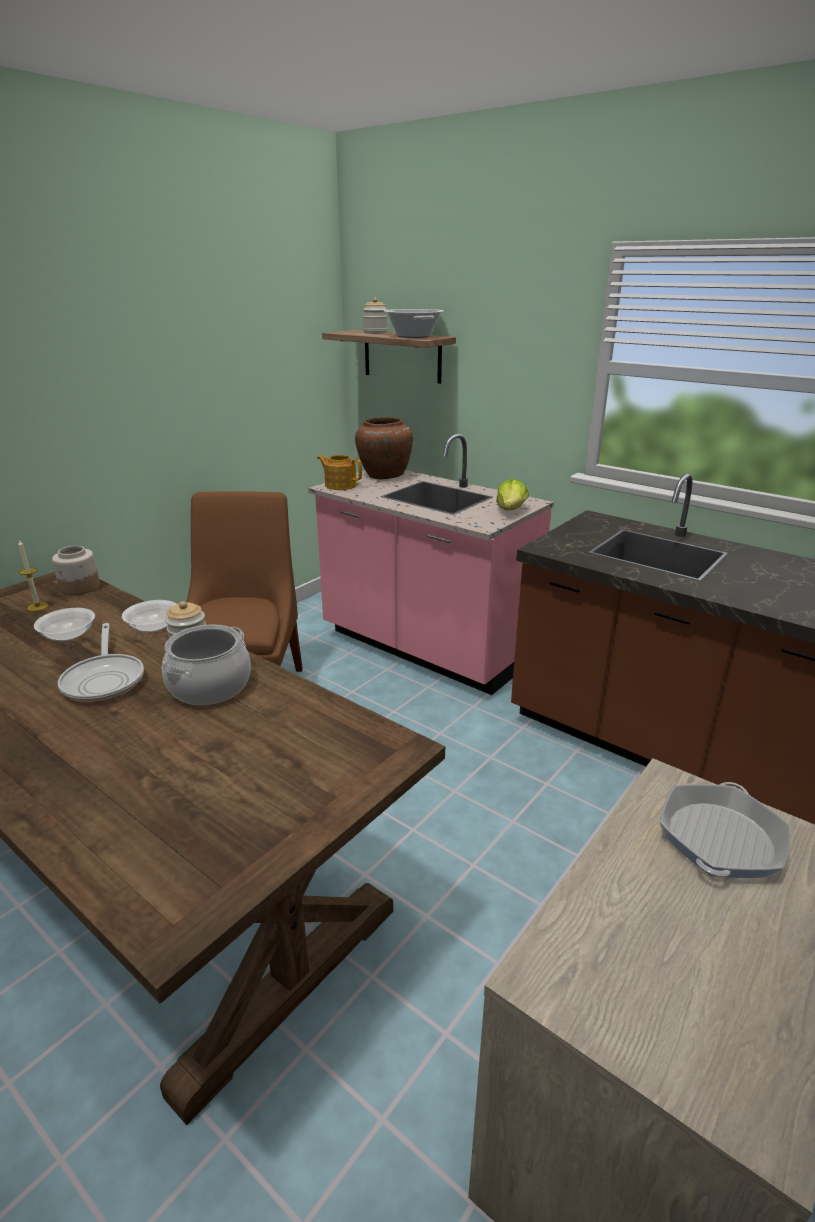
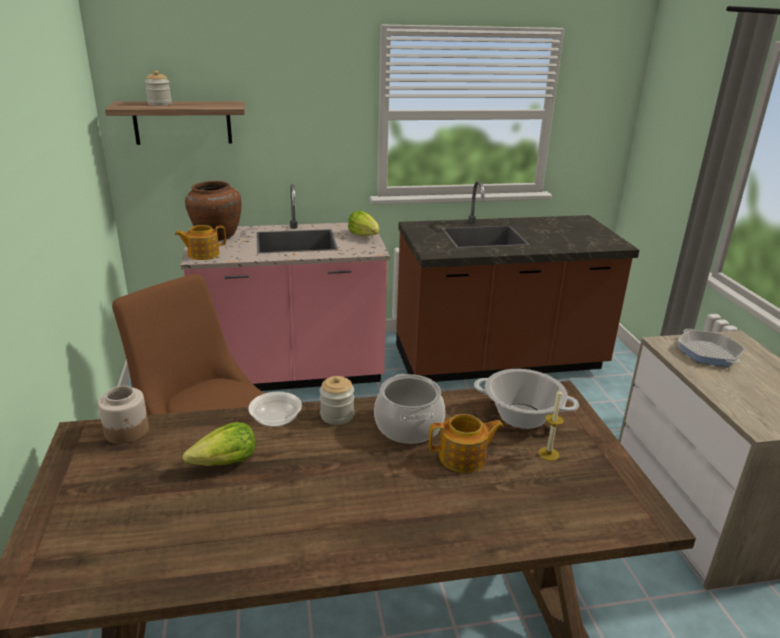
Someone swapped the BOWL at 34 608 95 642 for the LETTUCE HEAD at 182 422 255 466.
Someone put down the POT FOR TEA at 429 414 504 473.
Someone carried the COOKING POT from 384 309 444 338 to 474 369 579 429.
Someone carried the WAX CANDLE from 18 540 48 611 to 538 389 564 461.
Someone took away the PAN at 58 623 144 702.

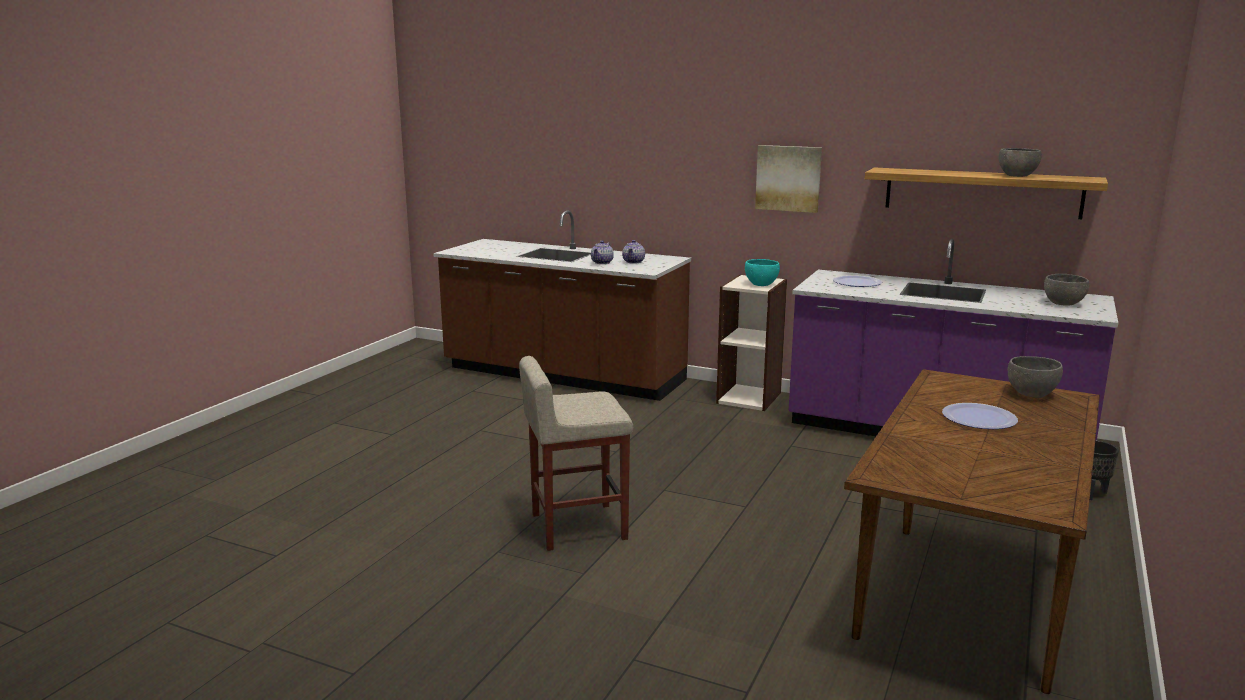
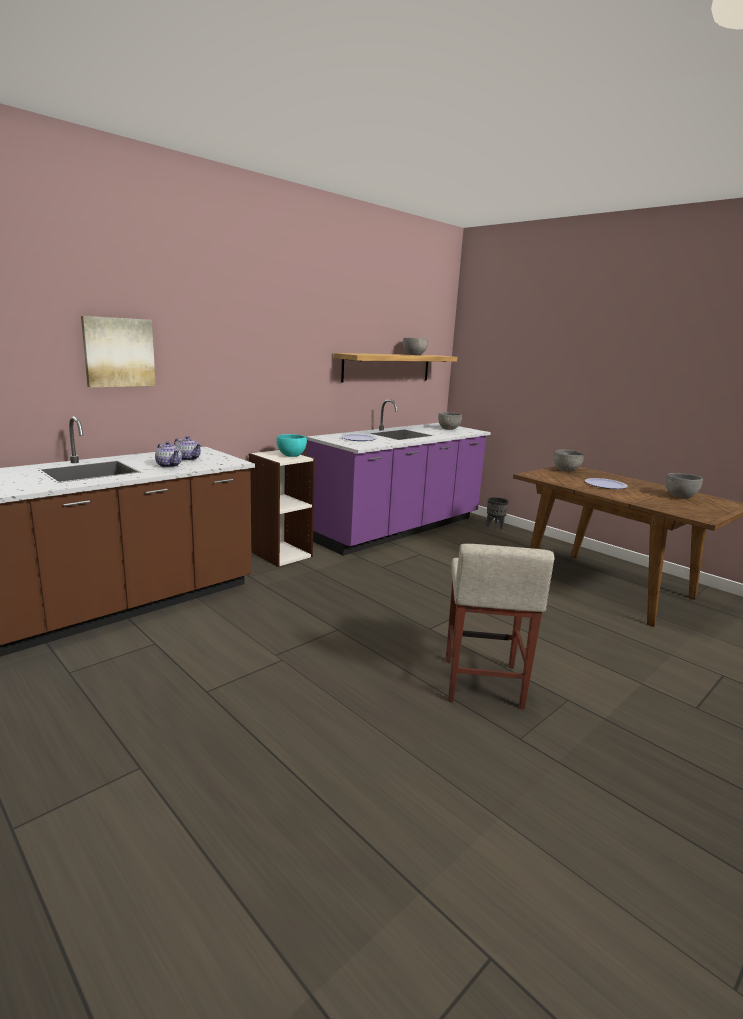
Someone carried the WALL ART from 755 145 822 213 to 81 316 156 387.
Someone put down the GREY BOWL at 666 473 703 499.

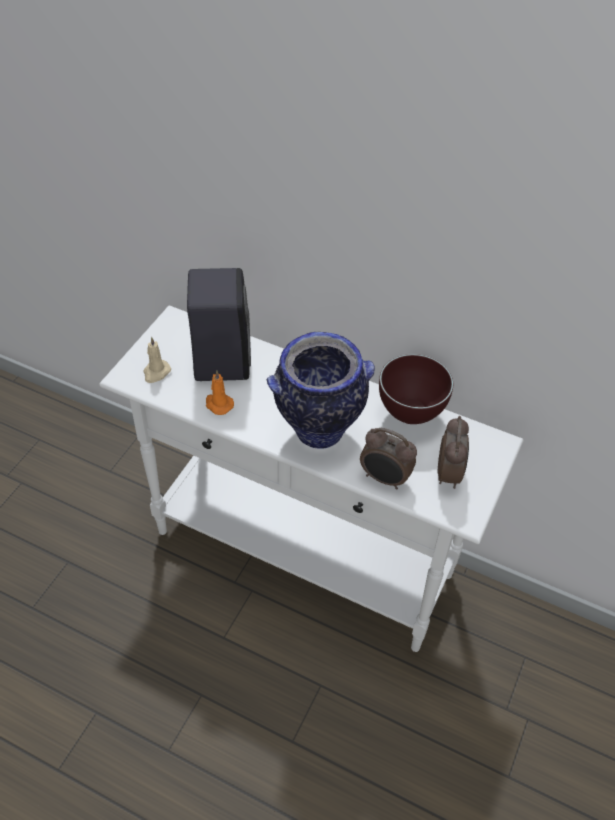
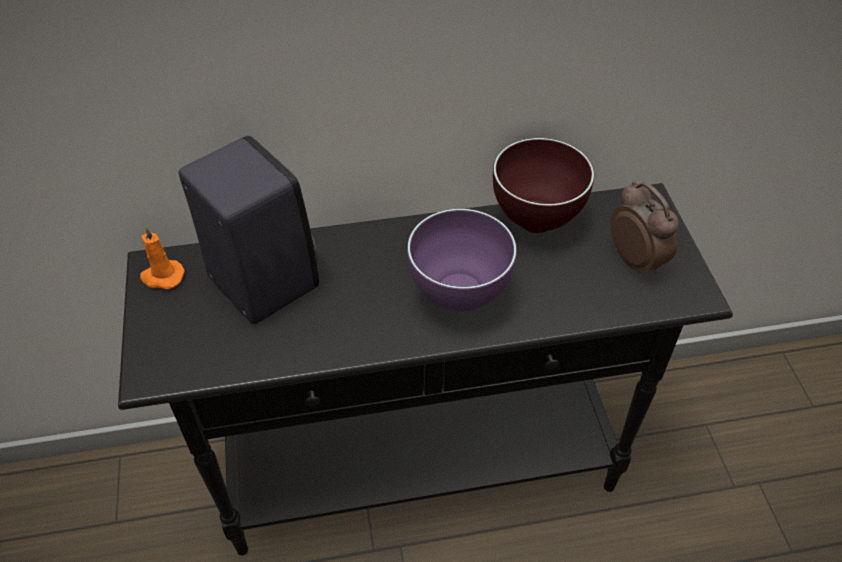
Someone repainted the WHITISH CONSOLE TABLE at 99 305 524 652, which became the BLACK CONSOLE TABLE at 118 183 733 555.
Someone carried the ORANGE-COLOURED WAX CANDLE from 206 370 234 415 to 140 226 185 289.
Someone swapped the DECORATIVE VASE at 267 332 375 449 for the PURPLISH BOWL at 407 209 517 311.
Someone took away the SAND-COLOURED WAX CANDLE at 143 337 171 383.
Someone took away the ALARM CLOCK at 360 428 417 489.

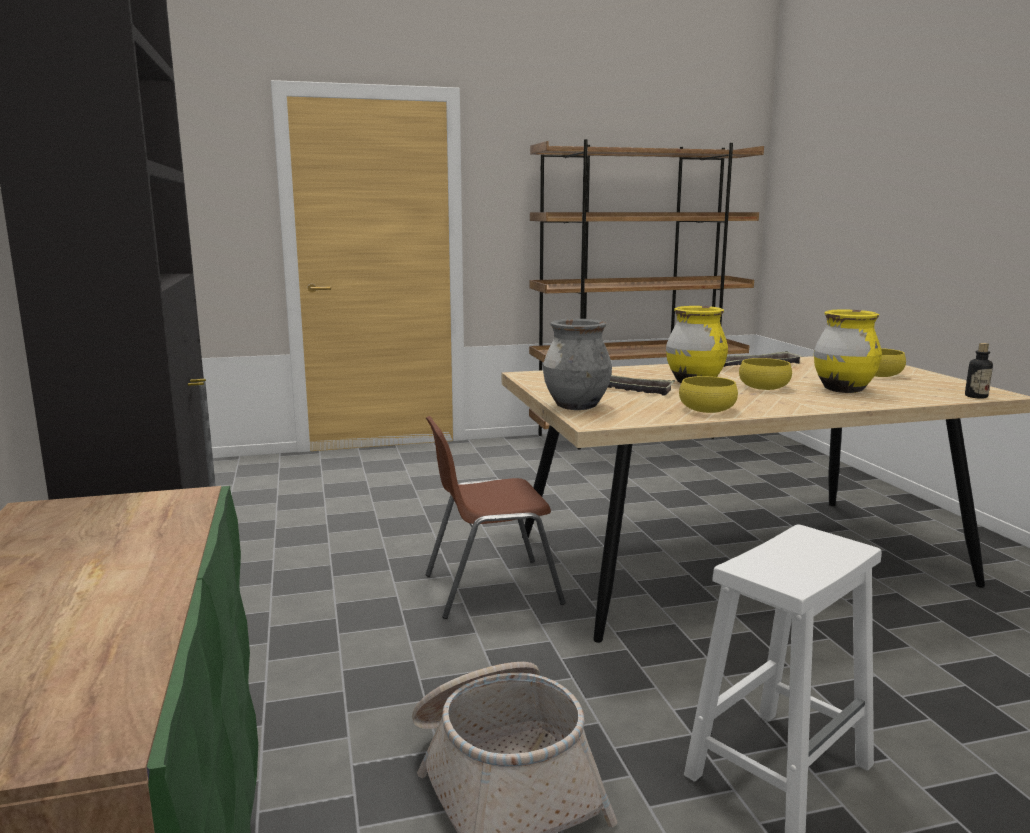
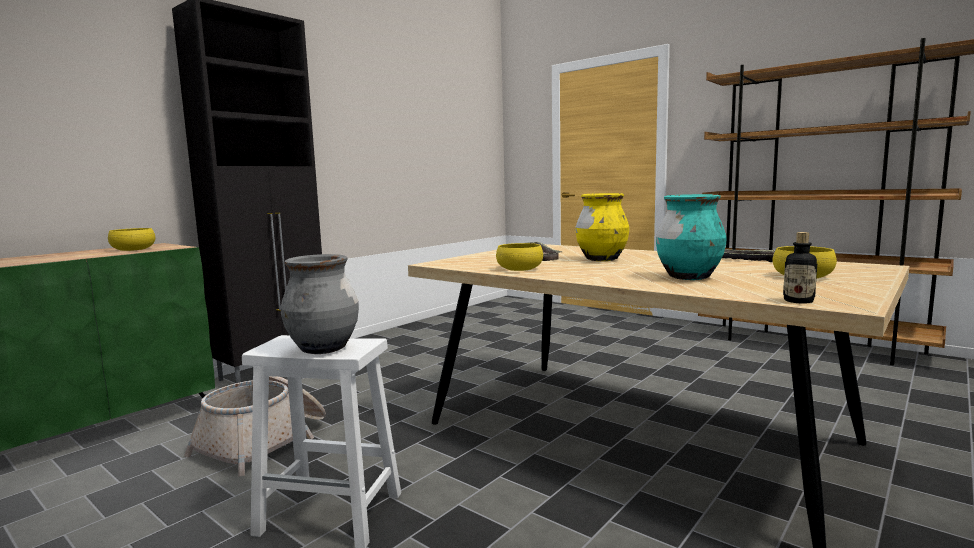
Someone carried the YELLOW-COLOURED BOWL from 739 358 792 390 to 108 228 155 251.
Someone carried the GREY DECORATIVE VASE from 543 319 612 410 to 280 254 359 354.
Someone repainted the YELLOW-COLOURED DECORATIVE VASE at 814 309 882 393, which became the TURQUOISE-COLOURED DECORATIVE VASE at 656 194 727 280.
Someone took away the BROWN PLAIN CHAIR at 425 416 565 619.

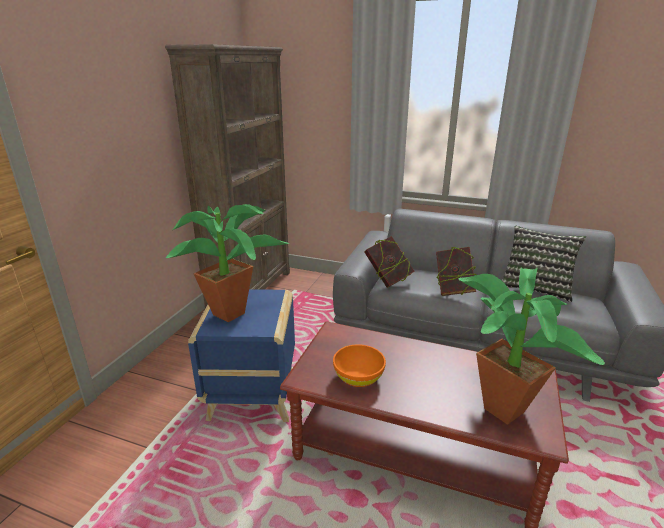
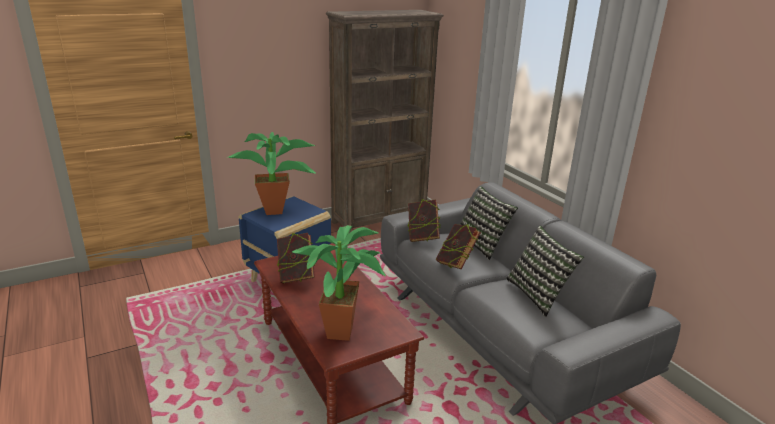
Someone swapped the ORANGE-COLOURED BOWL at 333 344 386 387 for the VOLUME at 277 233 315 284.
Someone put down the THROW PILLOW at 460 186 518 260.

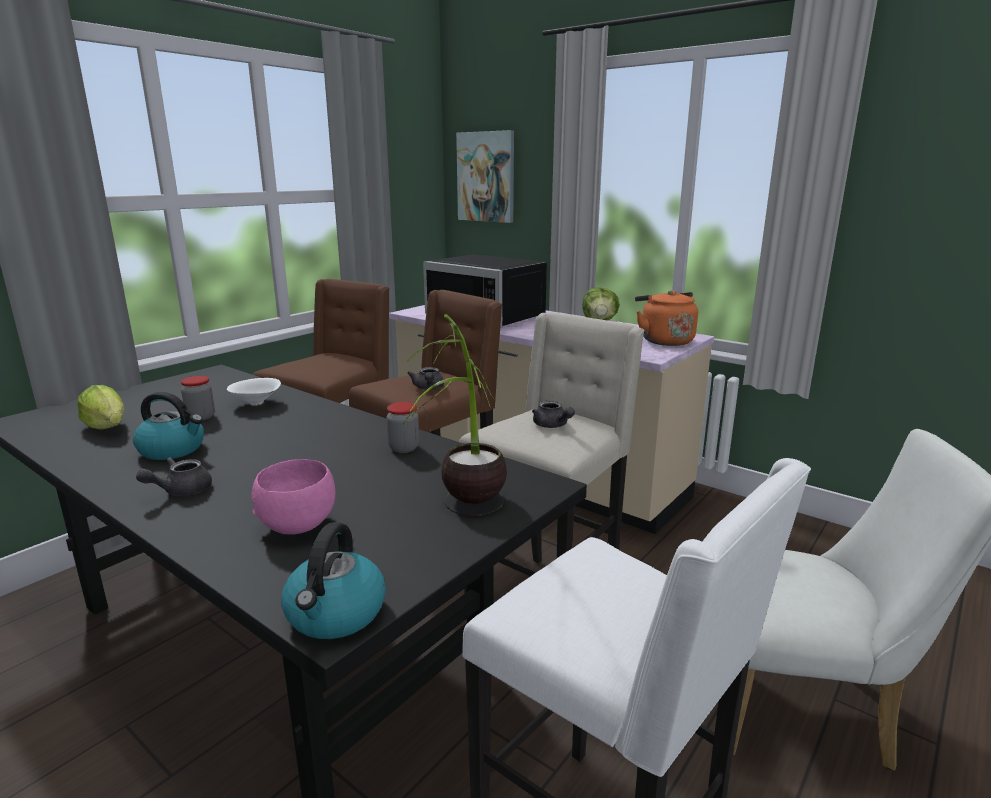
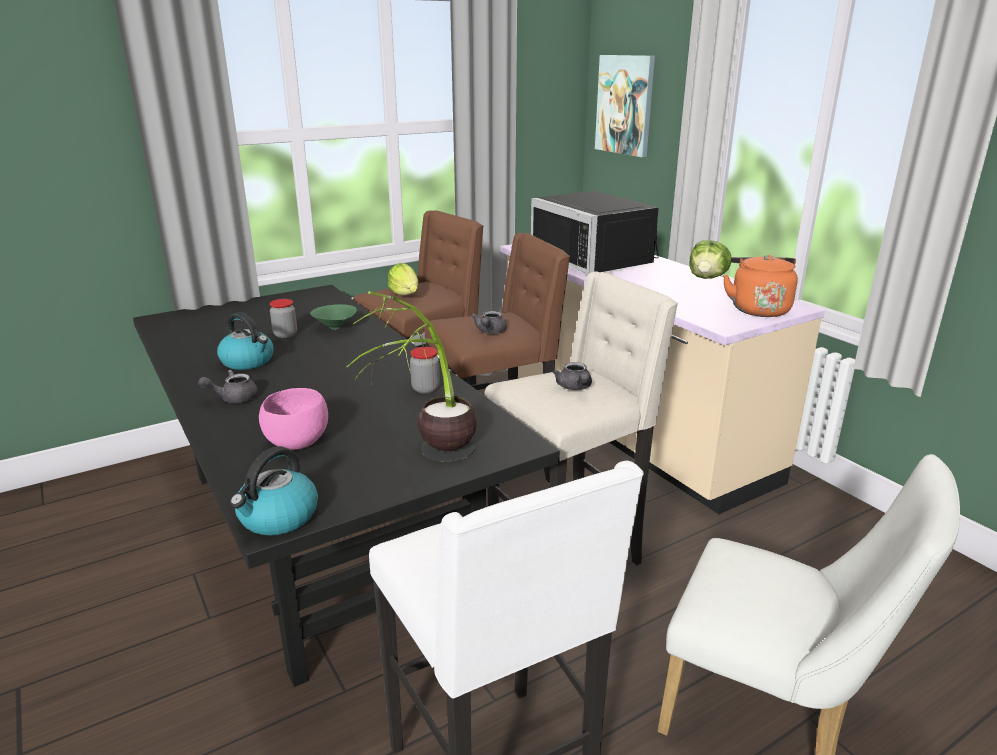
Someone repainted the WHITISH BOWL at 227 378 281 406, which became the GREEN BOWL at 310 304 357 330.
Someone carried the LETTUCE HEAD from 77 385 124 430 to 388 263 418 295.

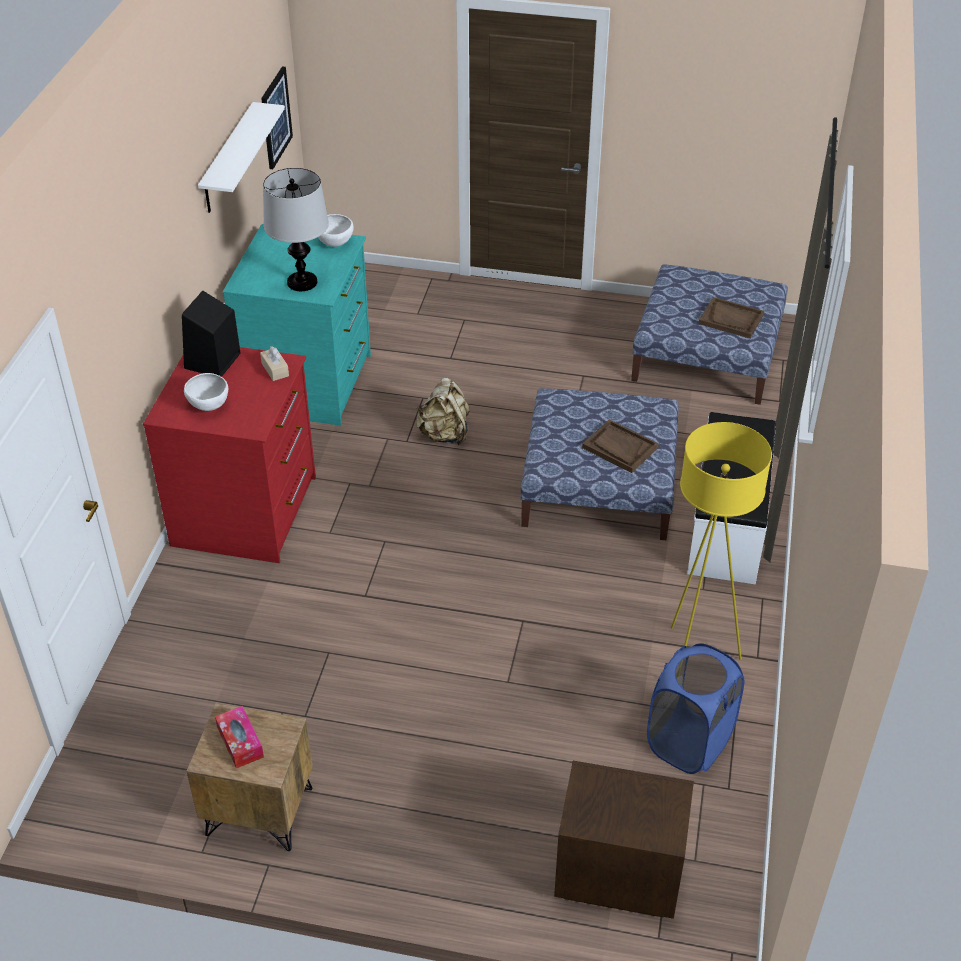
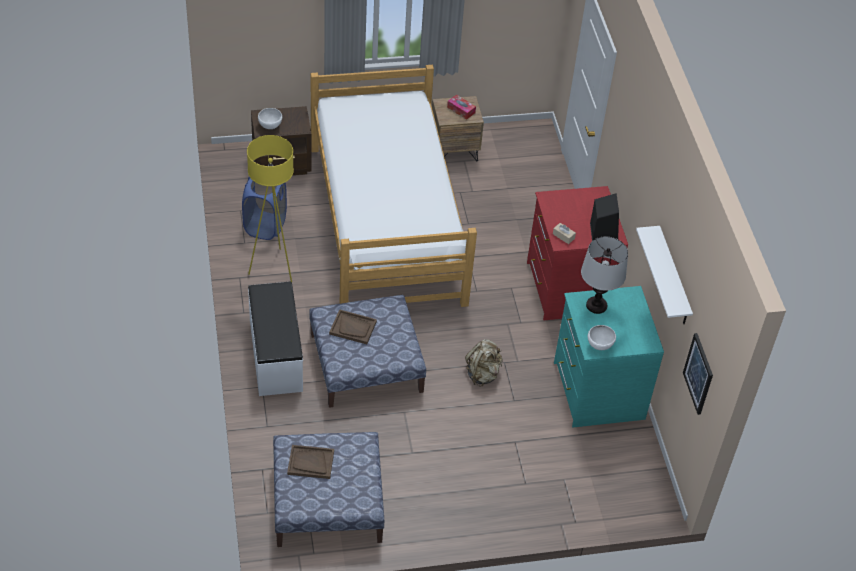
Someone carried the WHITISH BOWL from 184 373 228 411 to 258 108 282 129.
Someone put down the BED at 311 65 477 307.

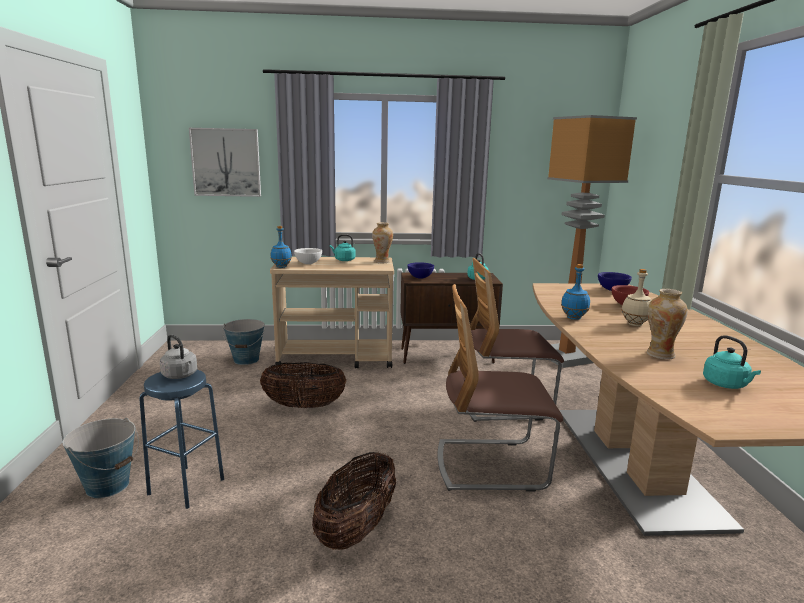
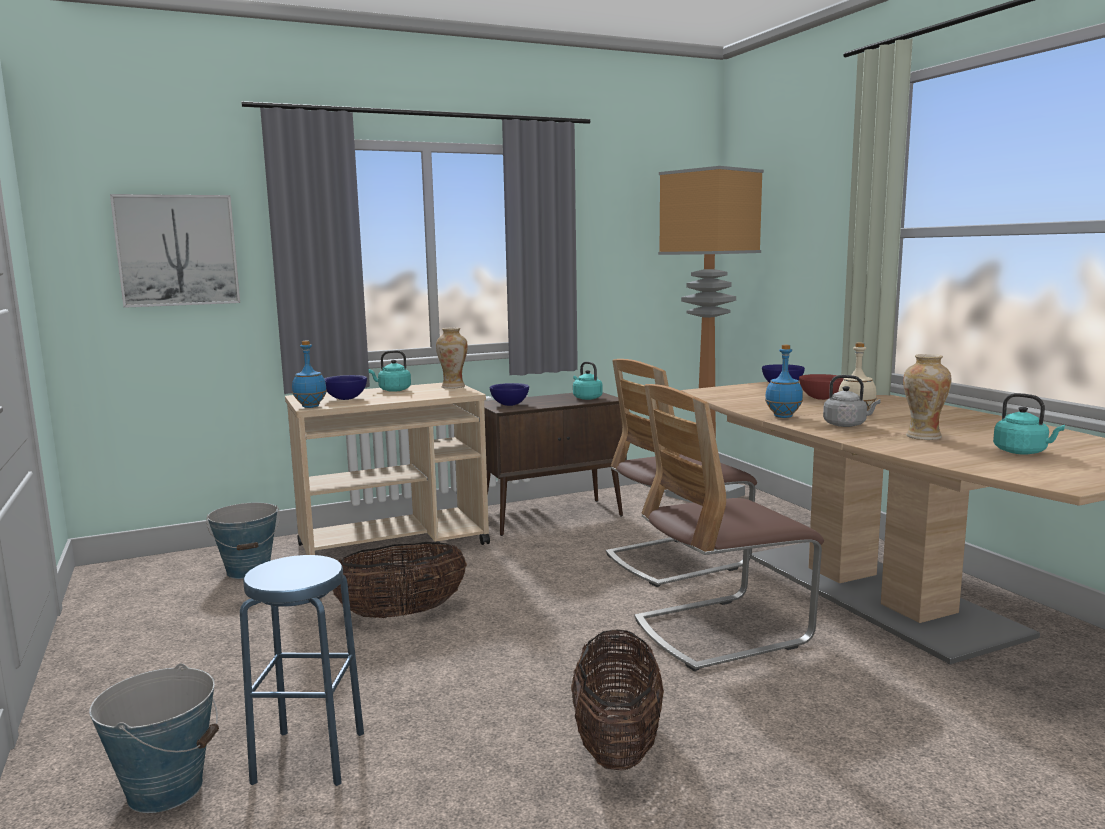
Someone repainted the WHITISH BOWL at 294 248 322 264, which became the BLUE BOWL at 324 375 367 400.
Someone carried the GREY TEA KETTLE from 160 335 197 379 to 823 375 881 427.

